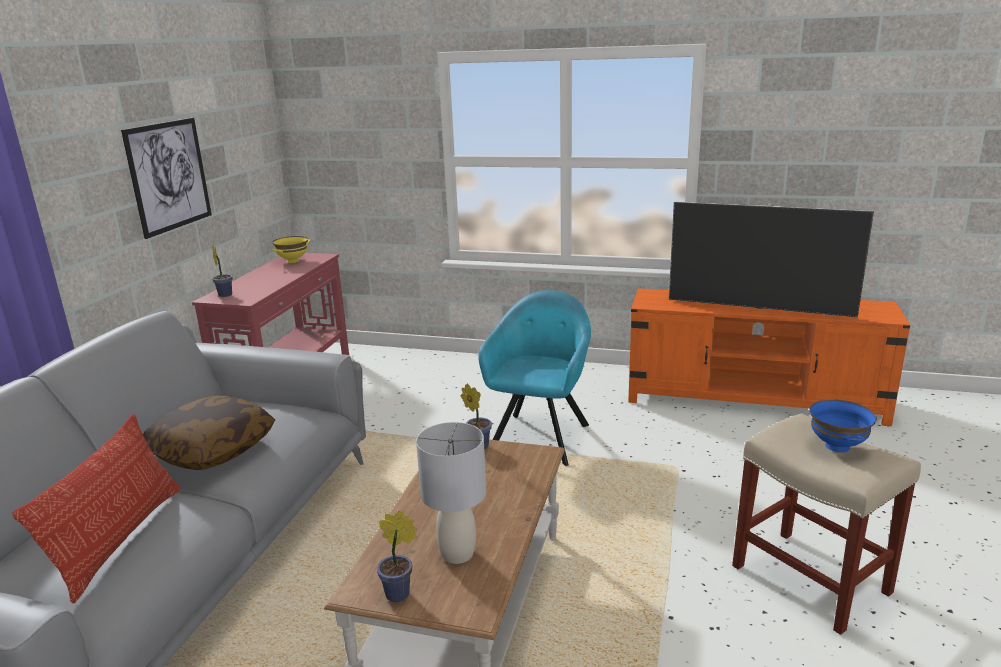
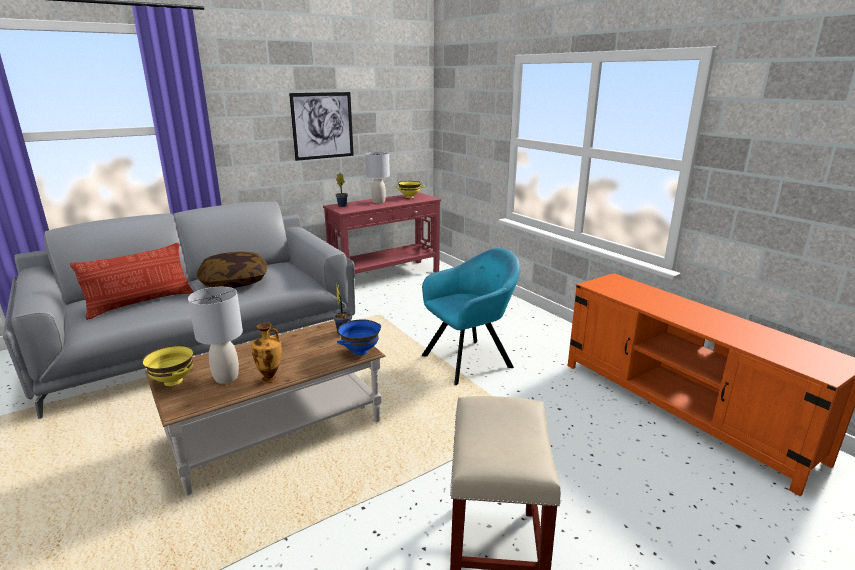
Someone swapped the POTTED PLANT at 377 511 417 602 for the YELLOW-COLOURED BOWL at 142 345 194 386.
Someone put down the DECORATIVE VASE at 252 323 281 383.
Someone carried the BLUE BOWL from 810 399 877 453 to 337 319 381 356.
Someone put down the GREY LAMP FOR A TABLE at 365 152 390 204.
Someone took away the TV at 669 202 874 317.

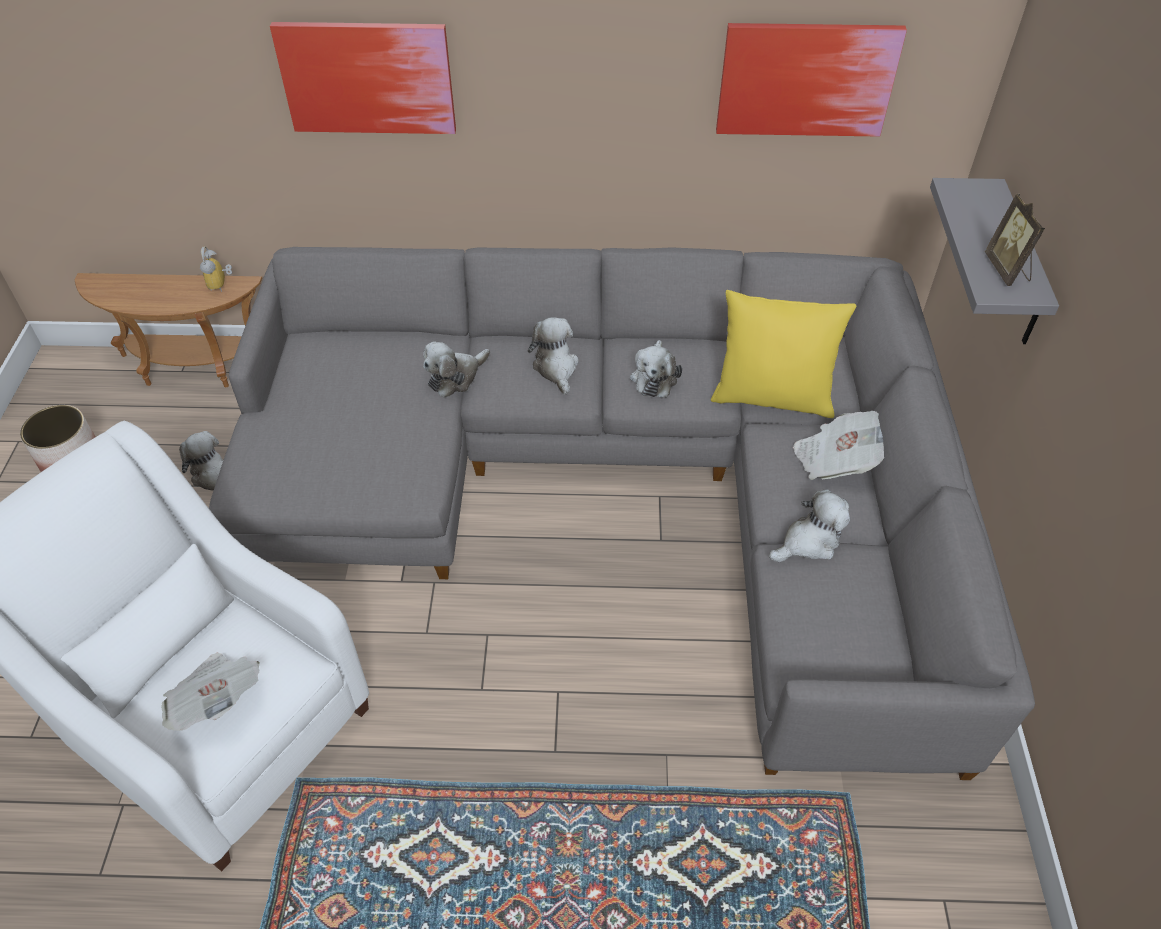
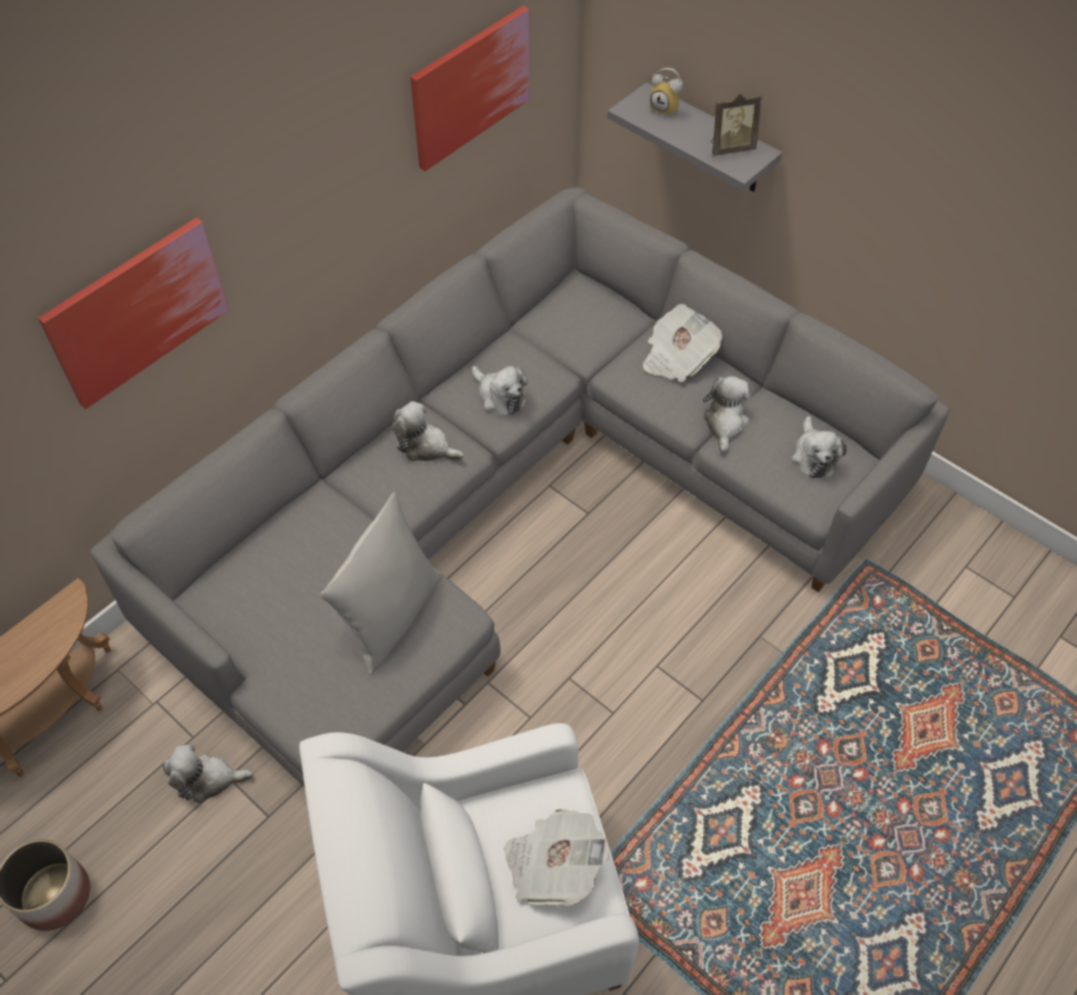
Someone put down the GREY THROW PILLOW at 320 492 442 675.
Someone carried the ALARM CLOCK from 200 246 232 292 to 650 68 683 116.
Someone rotated the PHOTO FRAME at 985 194 1045 286 by 45 degrees counterclockwise.
Someone carried the PLUSH TOY from 423 342 490 398 to 791 416 847 478.
Someone took away the YELLOW-COLOURED THROW PILLOW at 711 290 856 418.

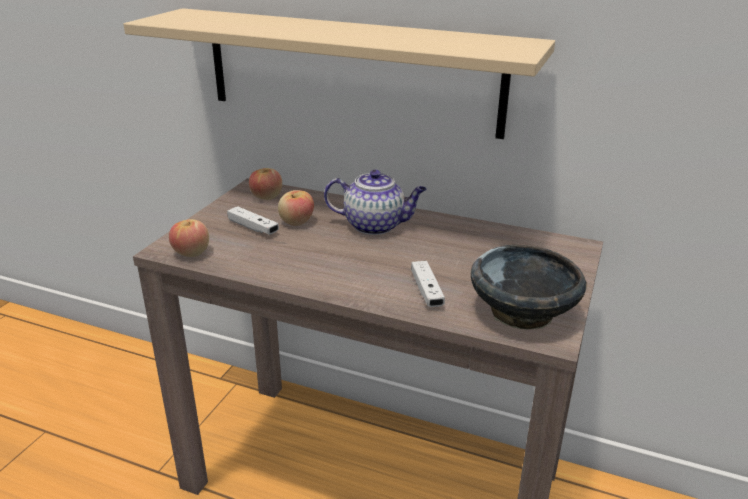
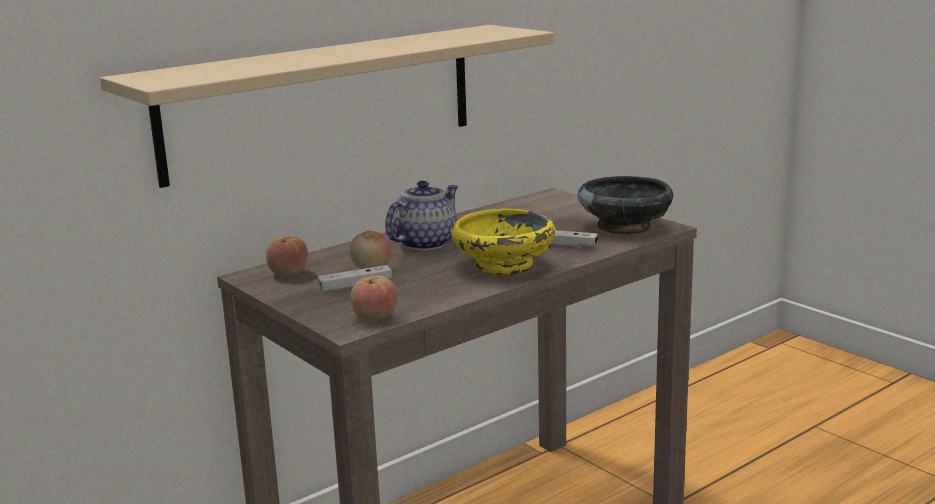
Someone put down the YELLOW-COLOURED BOWL at 451 209 556 276.

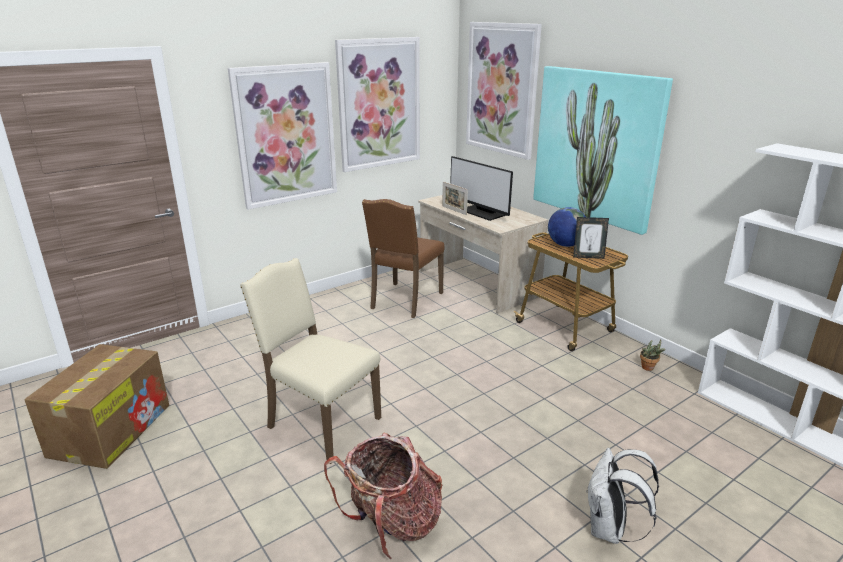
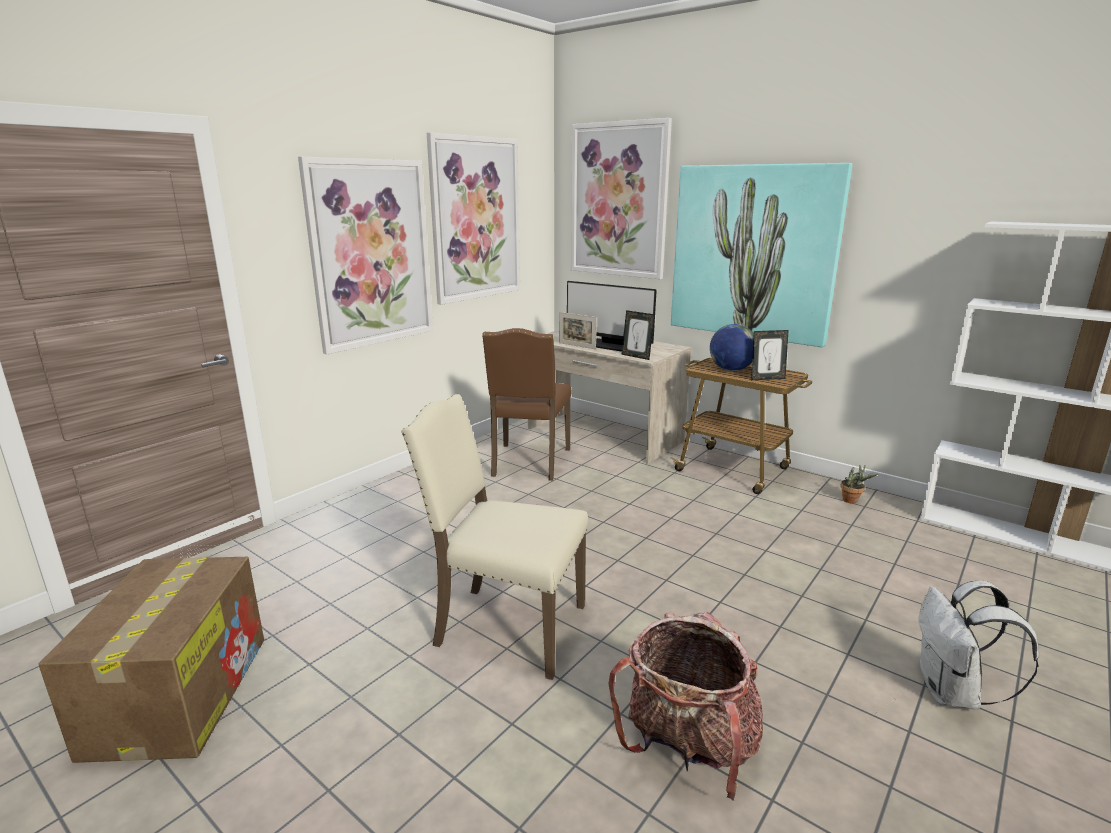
Someone put down the PHOTO FRAME at 621 310 655 360.

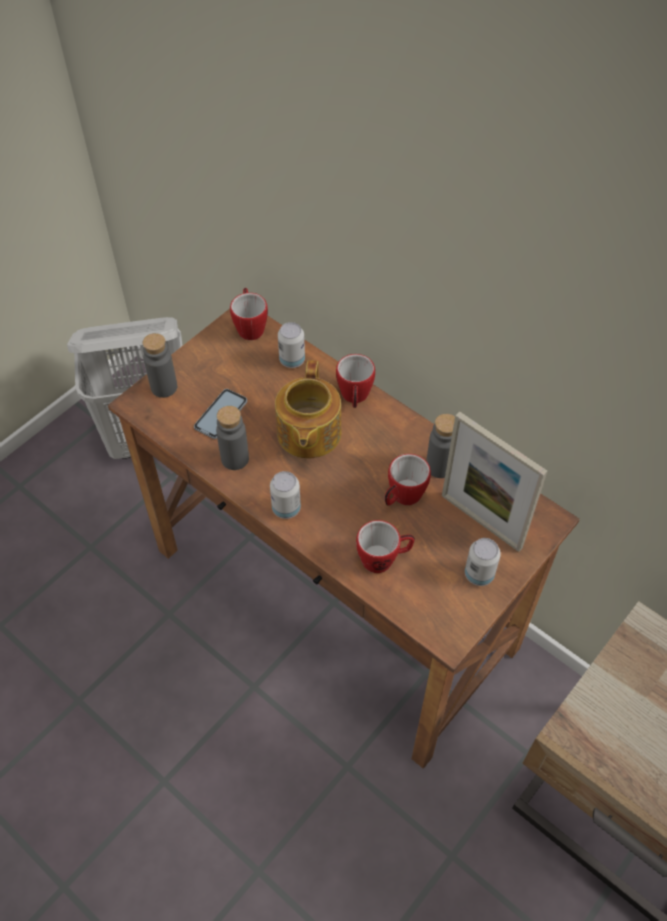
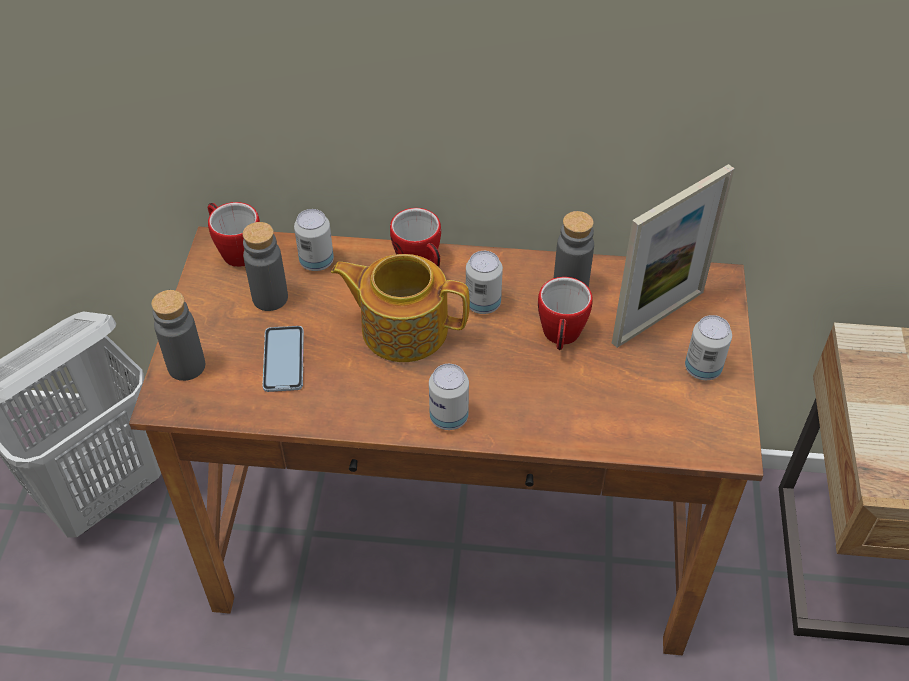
Someone carried the GREY DRINK BOTTLE from 216 406 249 470 to 243 222 288 311.
Someone rotated the POT FOR TEA at 275 360 342 458 by 135 degrees clockwise.
Someone put down the SEALED CAN at 466 251 503 314.
Someone rotated the PHOTO FRAME at 442 412 547 552 by 45 degrees counterclockwise.
Someone took away the MUG at 356 520 415 573.

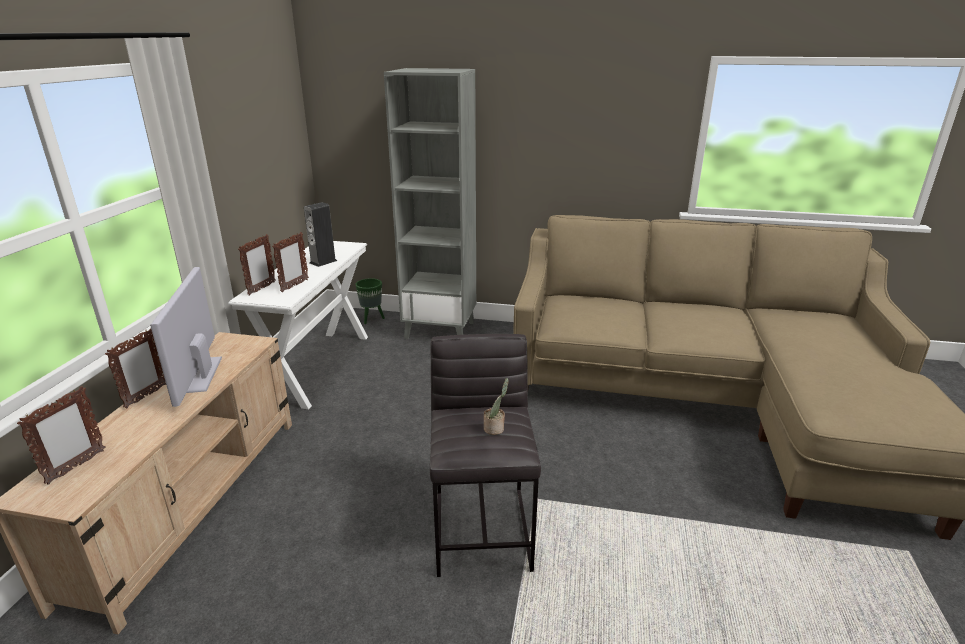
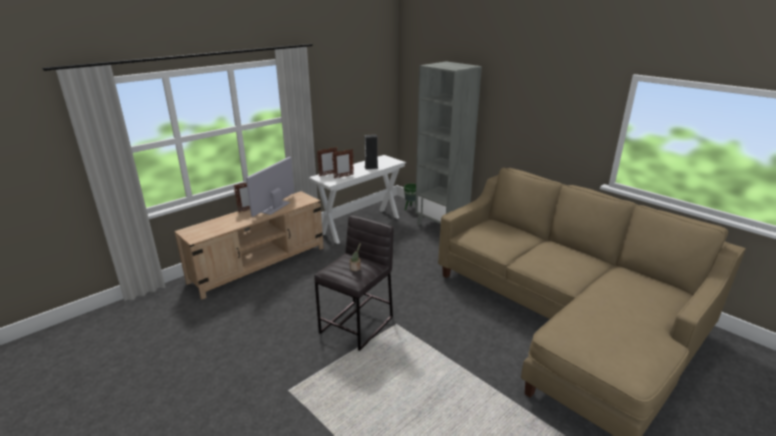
Someone took away the PHOTO FRAME at 17 386 106 485.

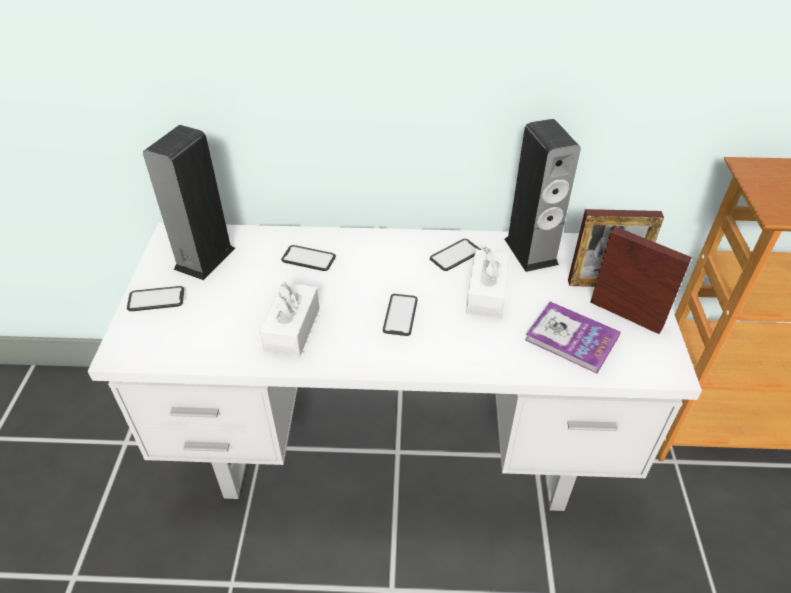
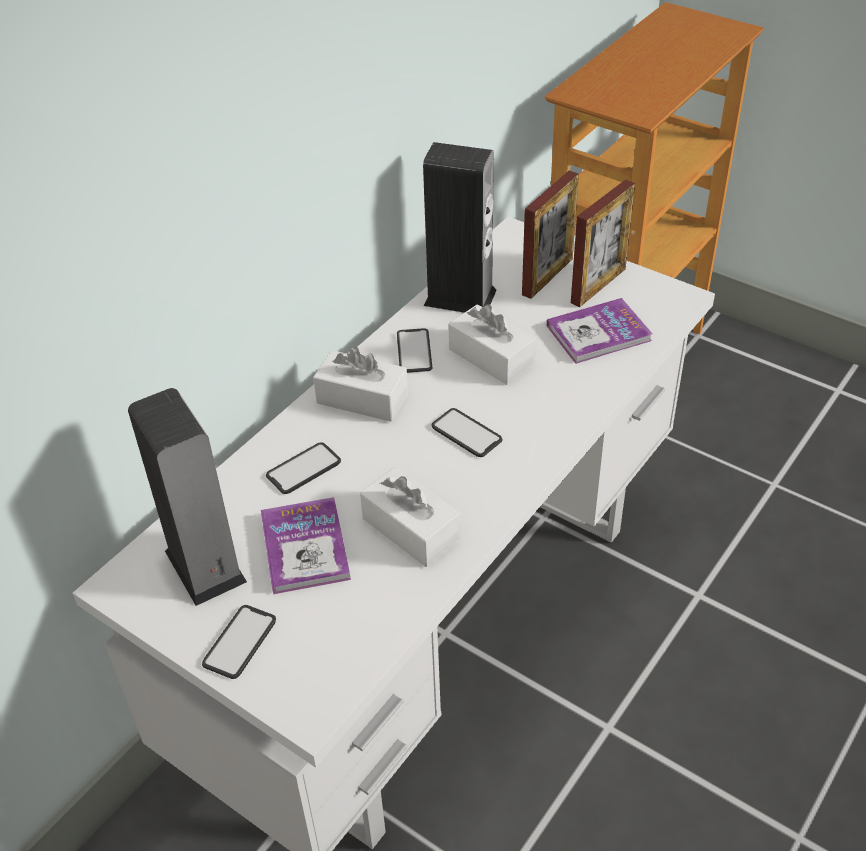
Someone put down the VOLUME at 261 497 351 594.
Someone put down the WHITISH BOX OF TISSUES at 313 347 408 422.
Someone rotated the PHOTO FRAME at 590 227 692 334 by 150 degrees clockwise.

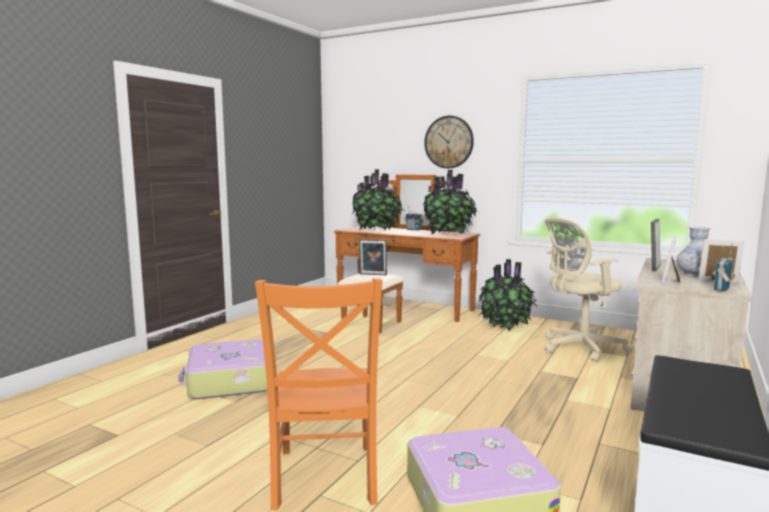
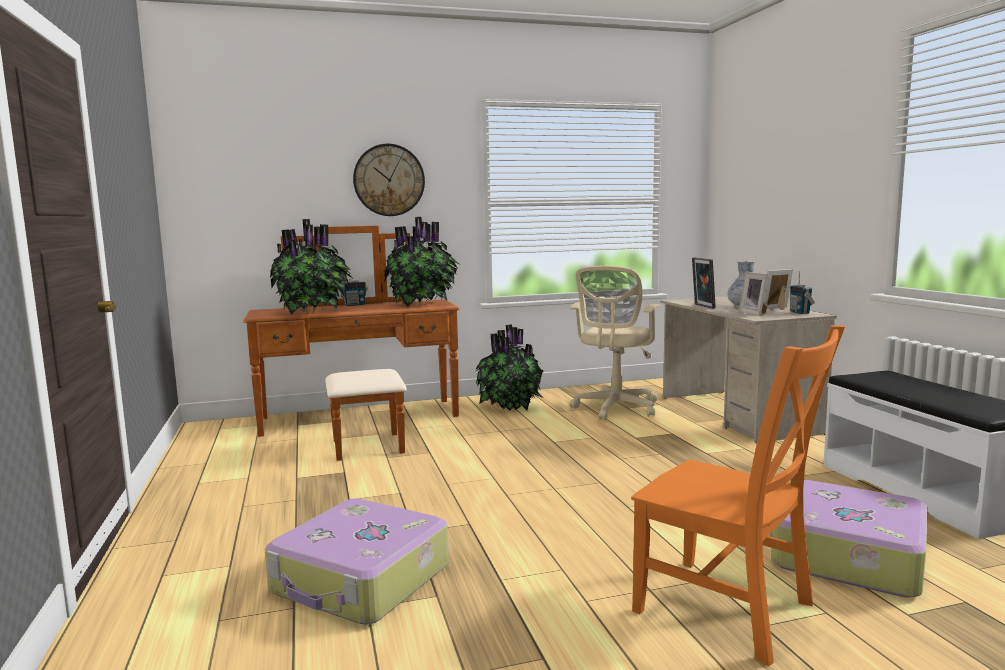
Someone took away the PHOTO FRAME at 359 239 387 275.

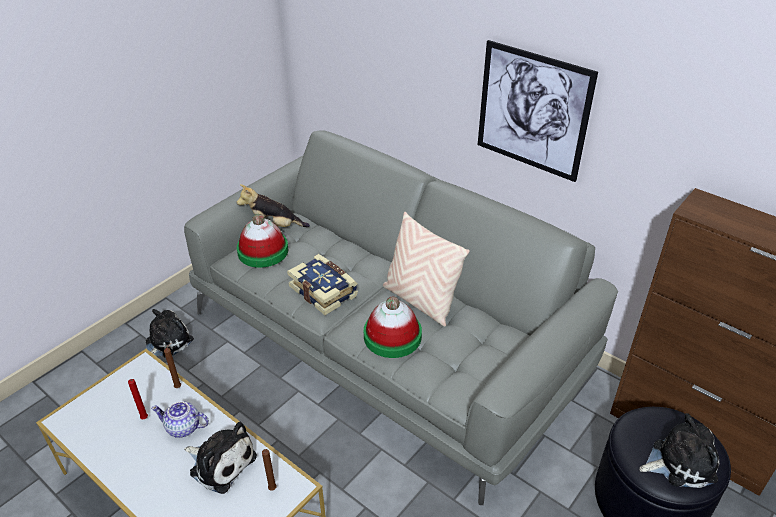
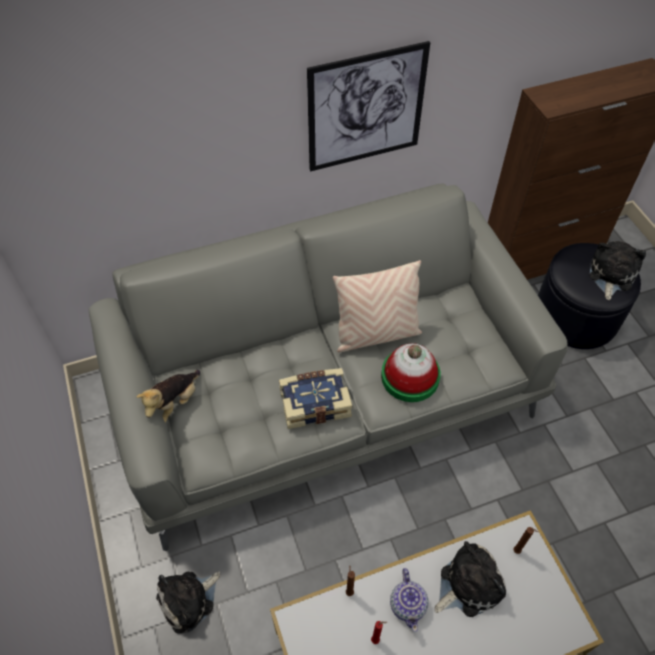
Someone rotated the PLUSH TOY at 146 309 194 358 by 105 degrees counterclockwise.
Someone rotated the POT FOR TEA at 151 401 209 438 by 45 degrees counterclockwise.
Someone took away the HAT at 237 214 289 268.

